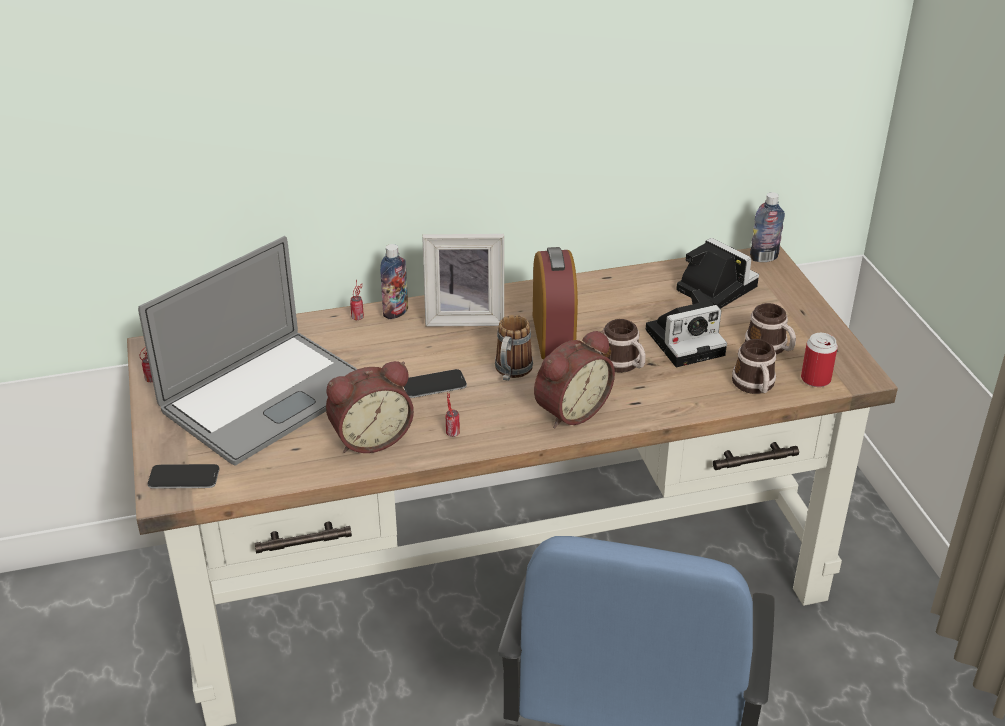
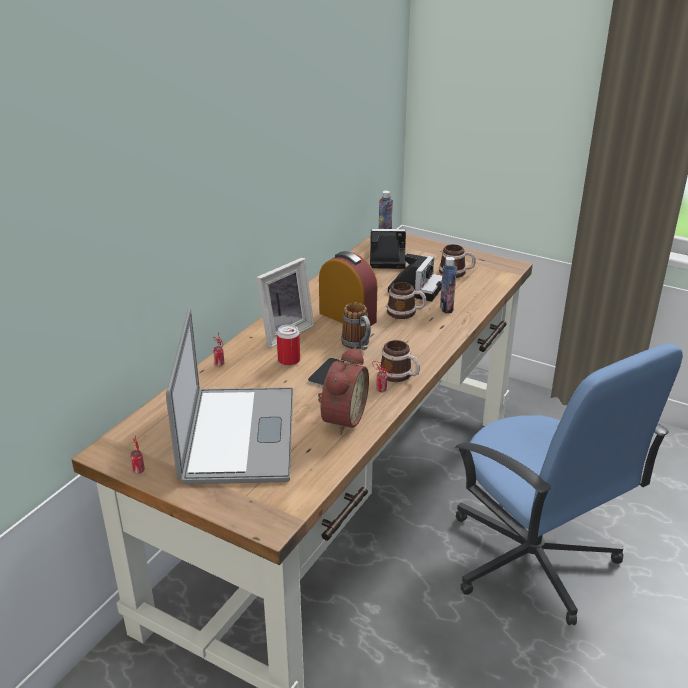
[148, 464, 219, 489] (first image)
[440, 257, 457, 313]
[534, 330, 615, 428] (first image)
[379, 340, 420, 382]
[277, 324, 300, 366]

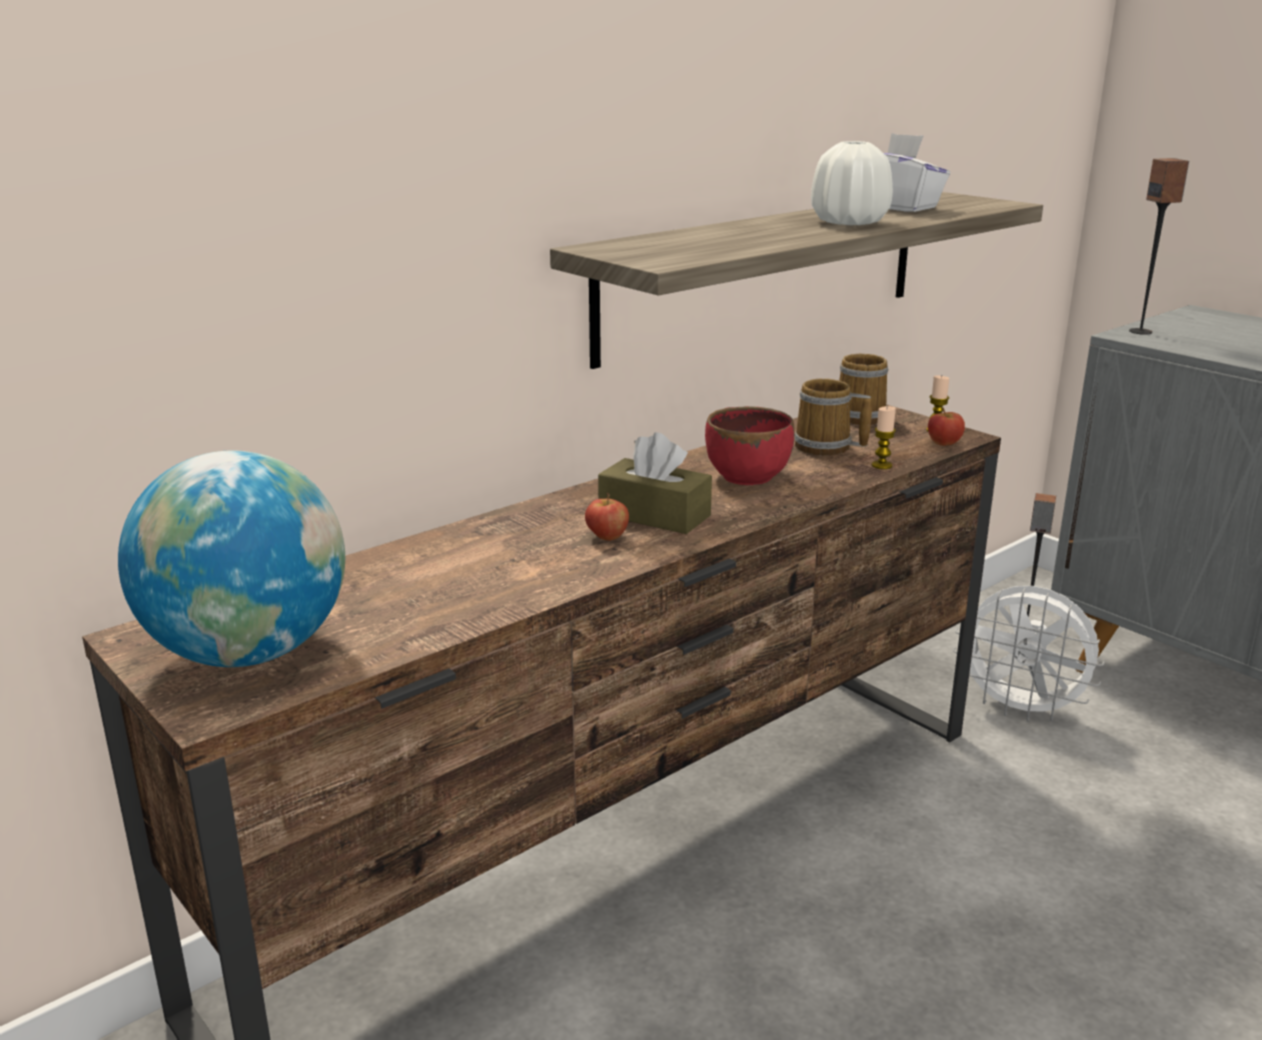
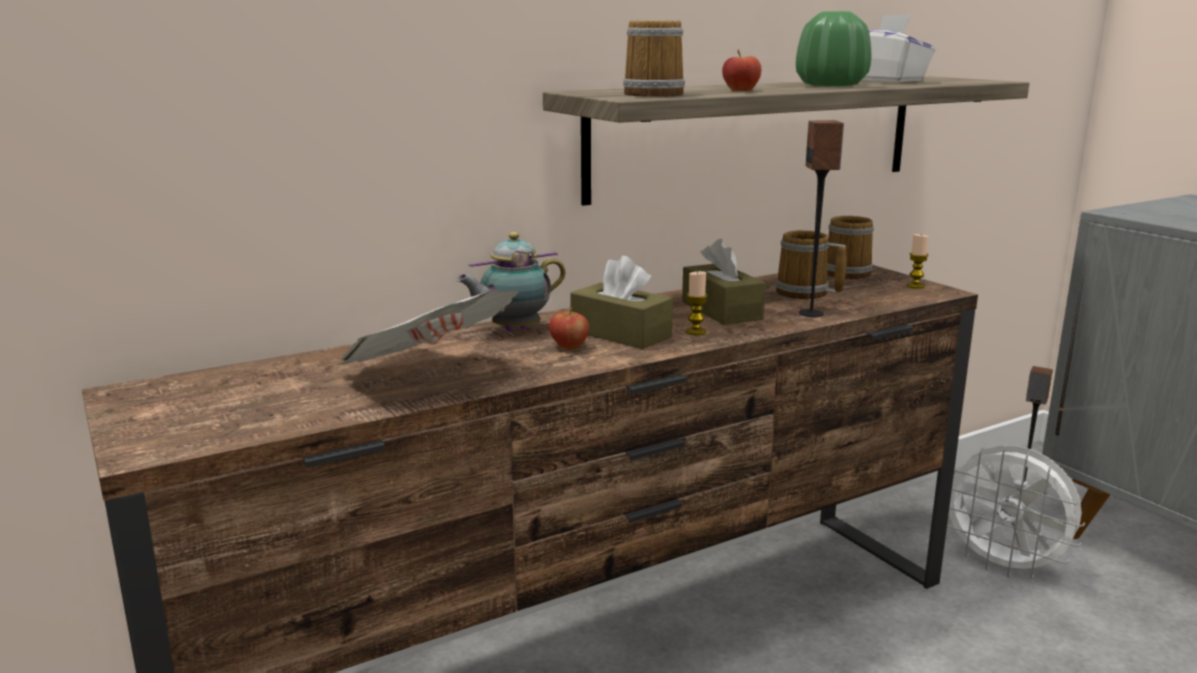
[118, 450, 345, 667] (first image)
[682, 239, 766, 325]
[796, 11, 872, 87]
[686, 271, 708, 335]
[722, 50, 761, 91]
[799, 120, 844, 317]
[338, 290, 518, 365]
[456, 232, 565, 332]
[623, 20, 685, 97]

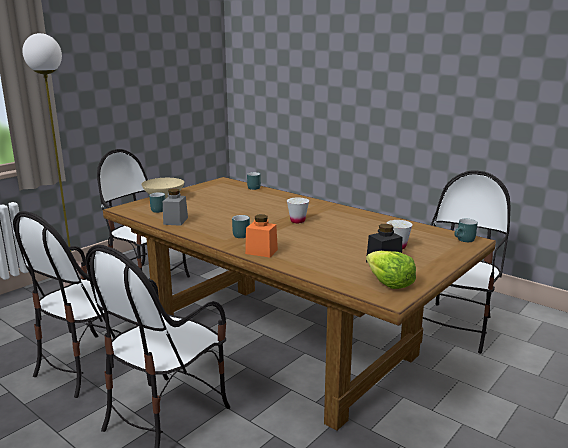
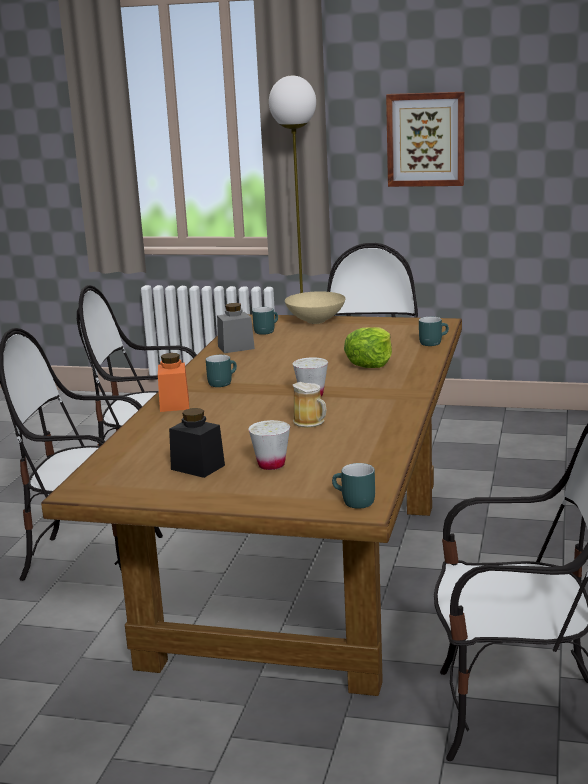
[344, 327, 392, 368]
[292, 382, 326, 428]
[386, 92, 464, 187]

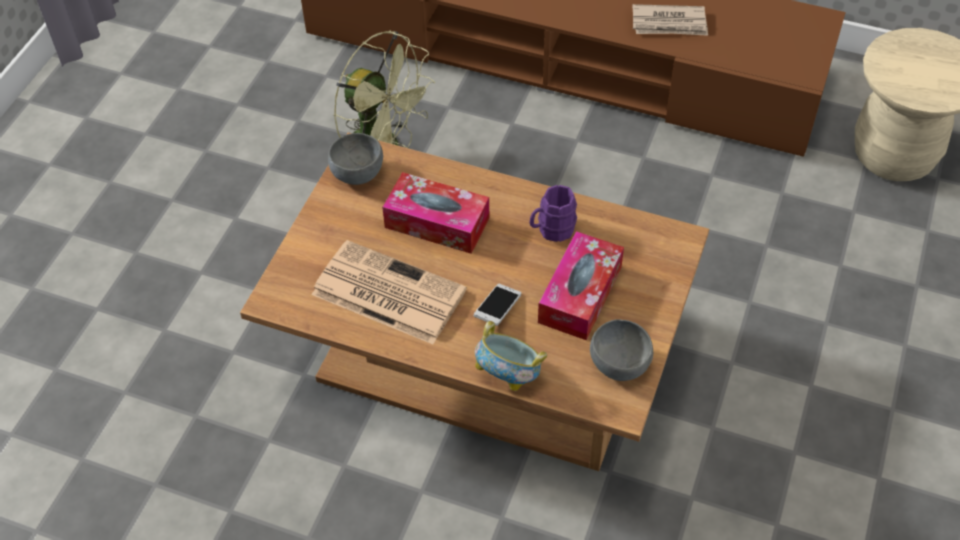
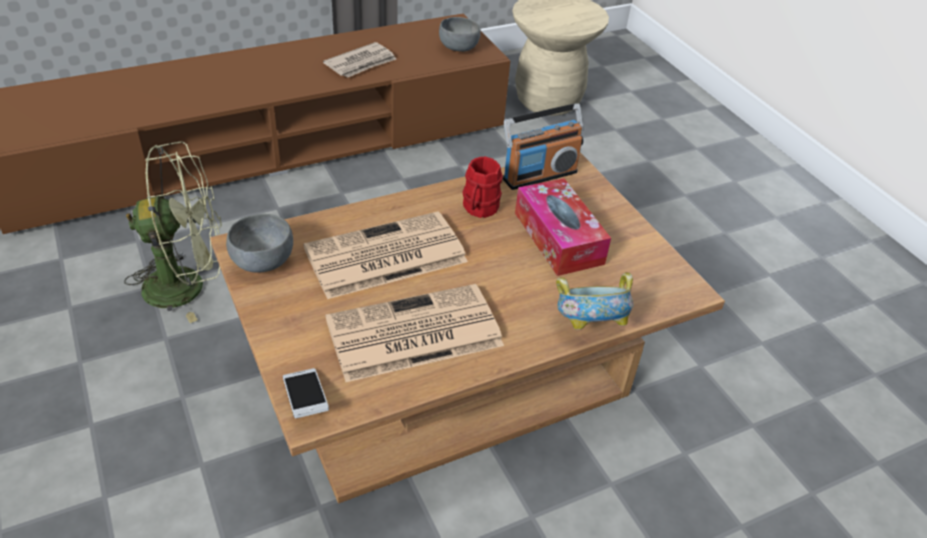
[304, 212, 468, 299]
[283, 368, 329, 419]
[463, 156, 503, 218]
[439, 17, 481, 52]
[503, 103, 584, 190]

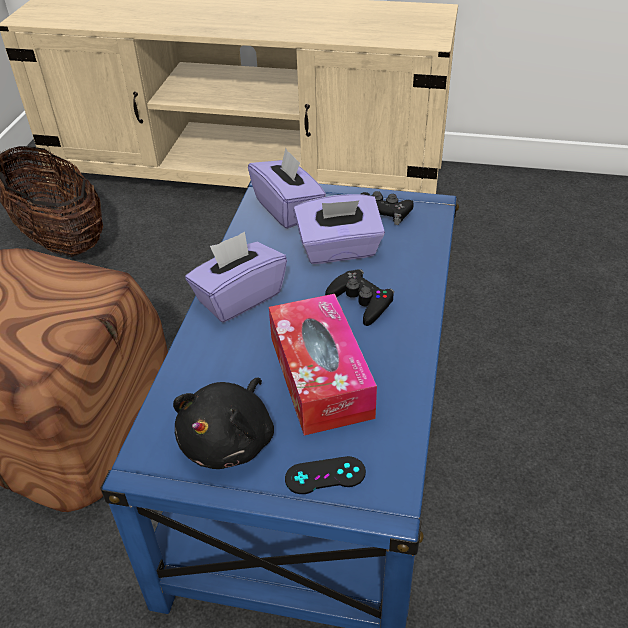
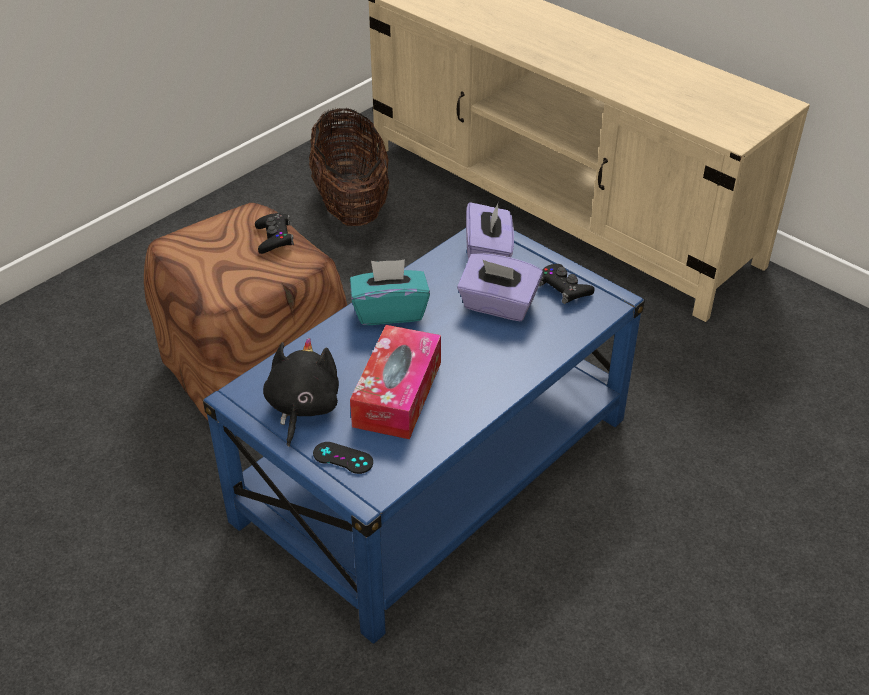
[263, 338, 339, 447]
[350, 259, 430, 325]
[255, 213, 294, 254]

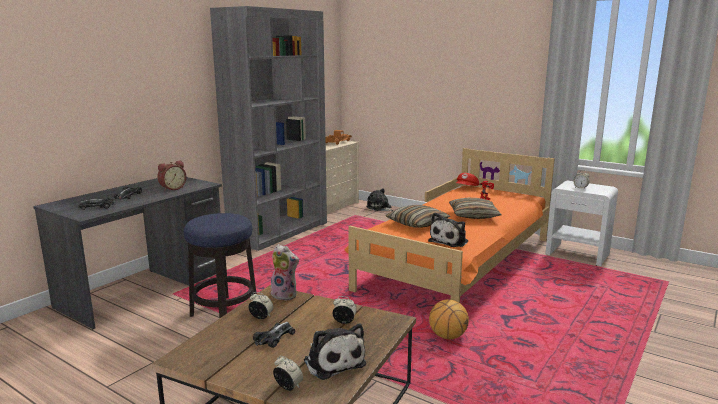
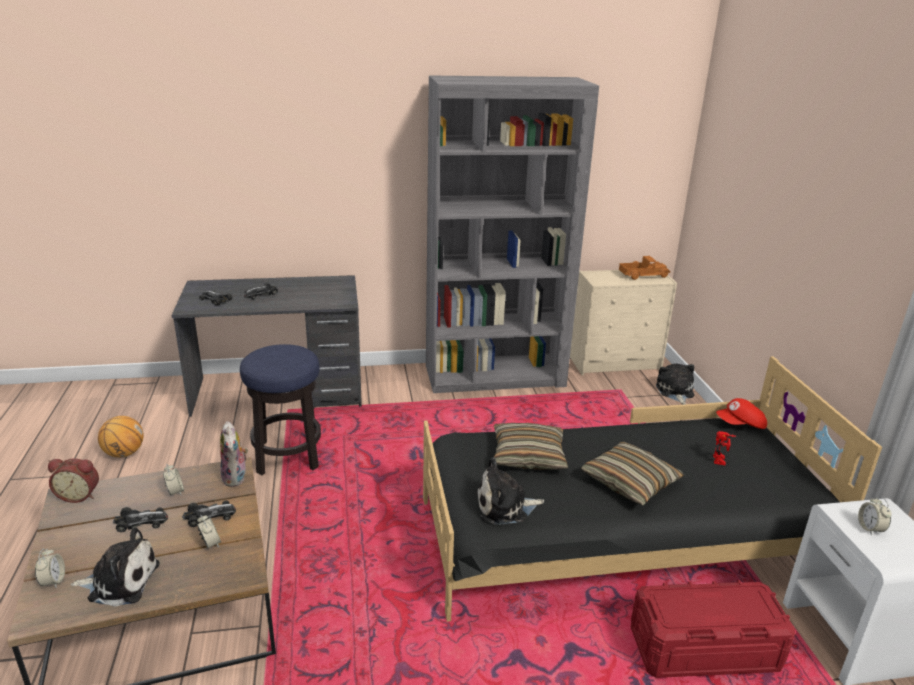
[48, 459, 99, 503]
[70, 527, 160, 607]
[423, 356, 882, 622]
[98, 416, 144, 458]
[182, 501, 236, 527]
[631, 580, 795, 678]

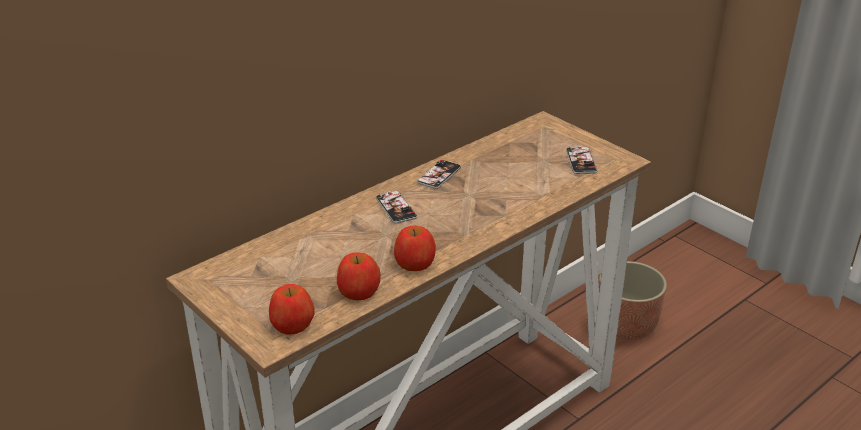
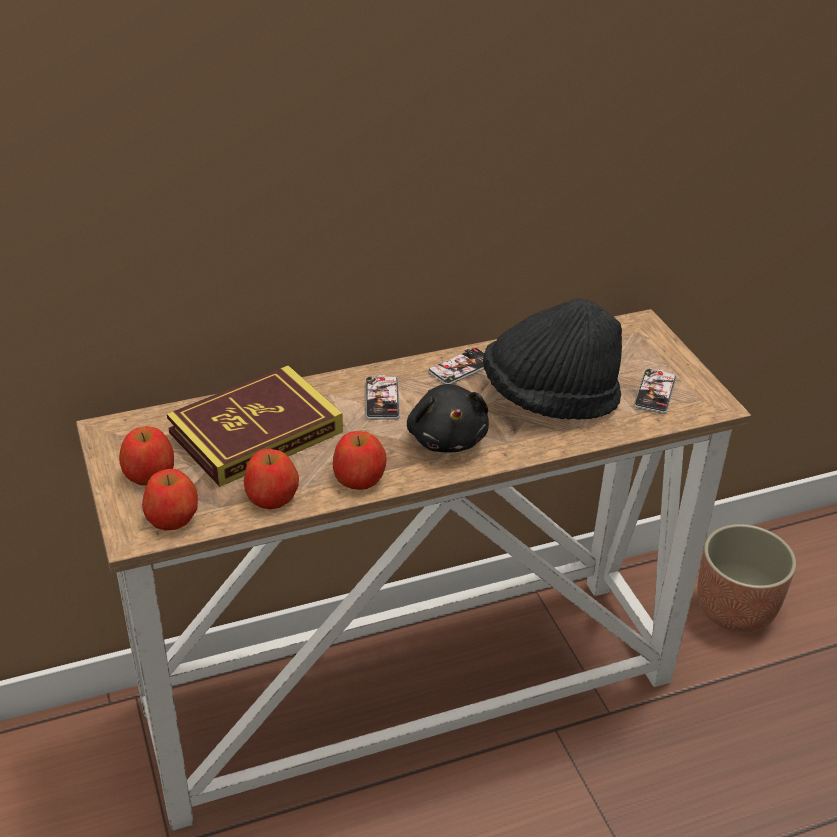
[119, 426, 174, 485]
[167, 365, 343, 487]
[407, 384, 489, 452]
[483, 298, 622, 420]

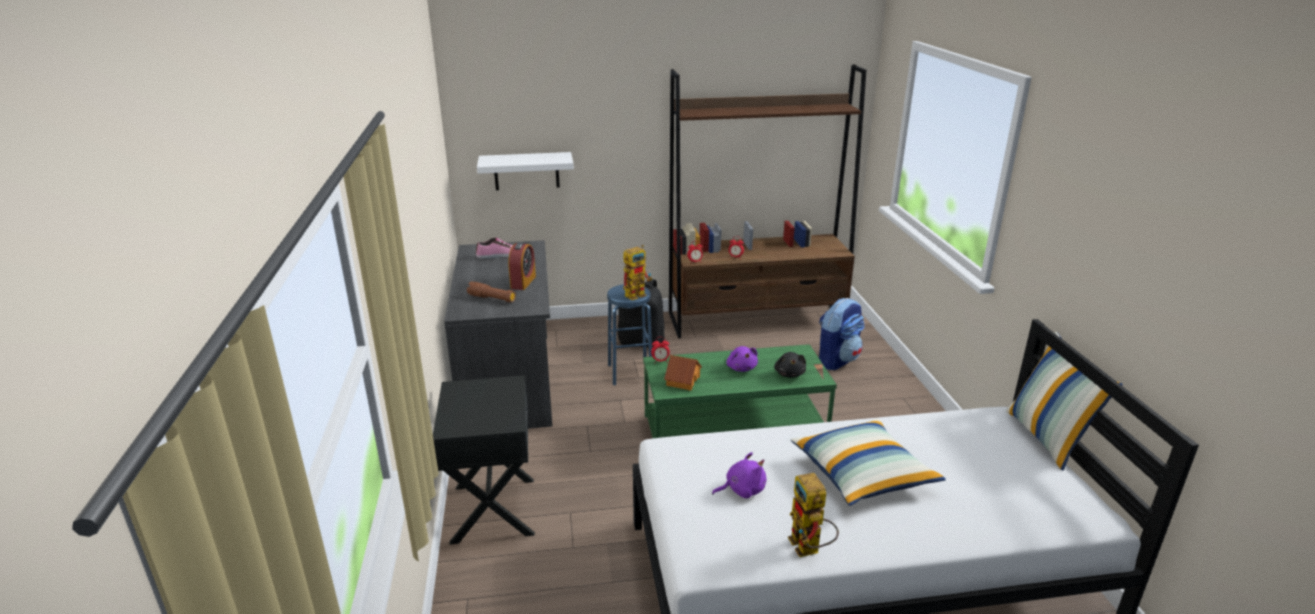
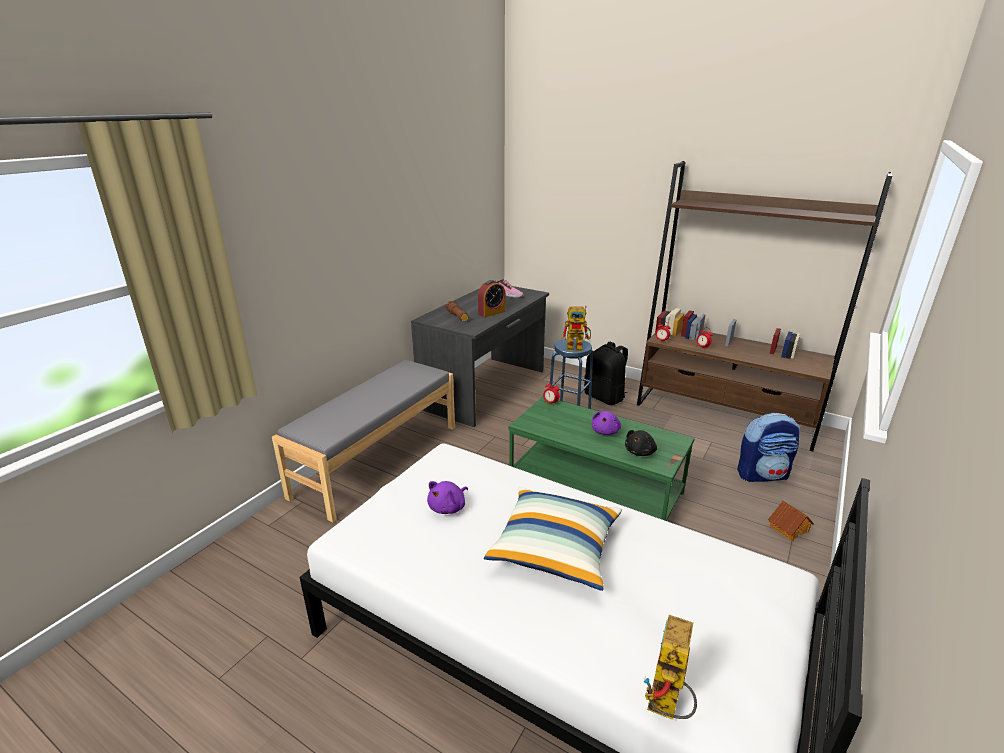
[272, 360, 455, 522]
[477, 152, 574, 190] (first image)
[768, 500, 814, 541]
[427, 481, 468, 514]
[644, 615, 697, 720]
[1006, 332, 1123, 470] (first image)

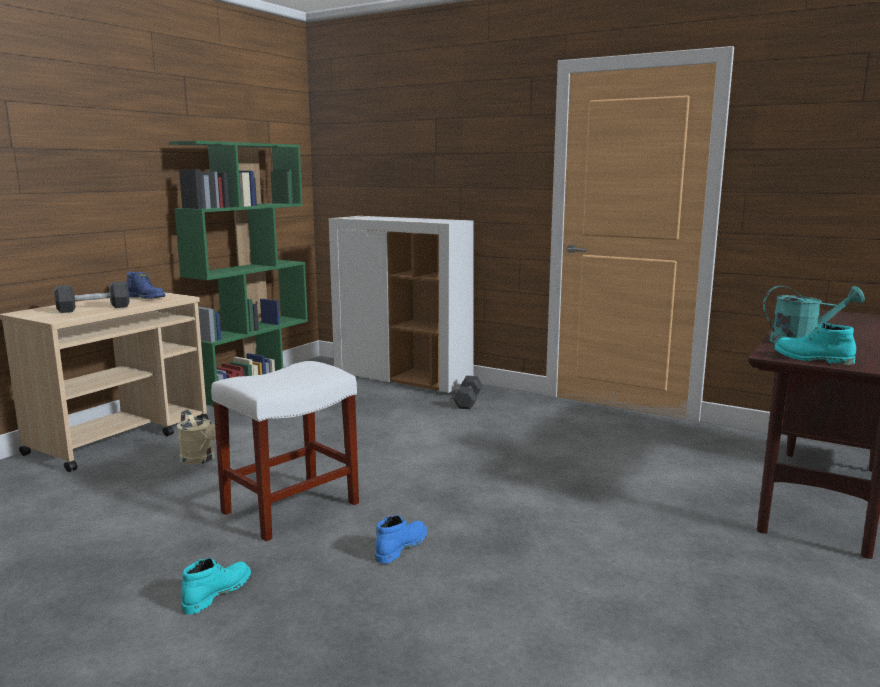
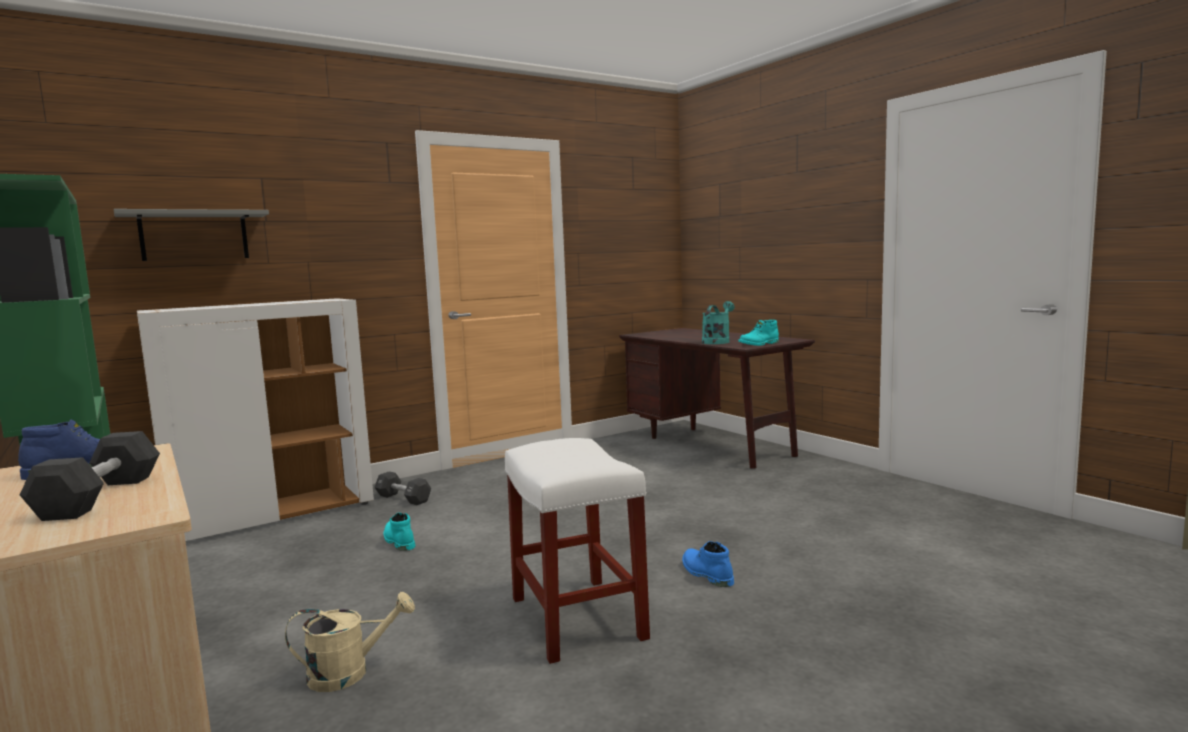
[384, 513, 416, 551]
[113, 209, 269, 261]

